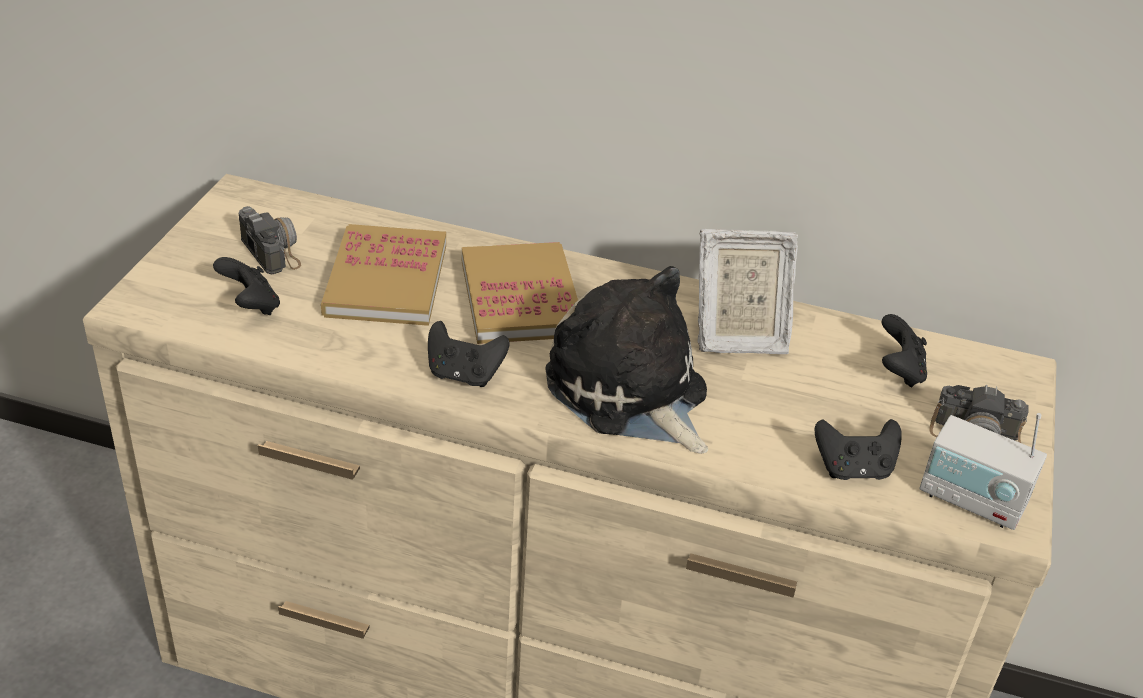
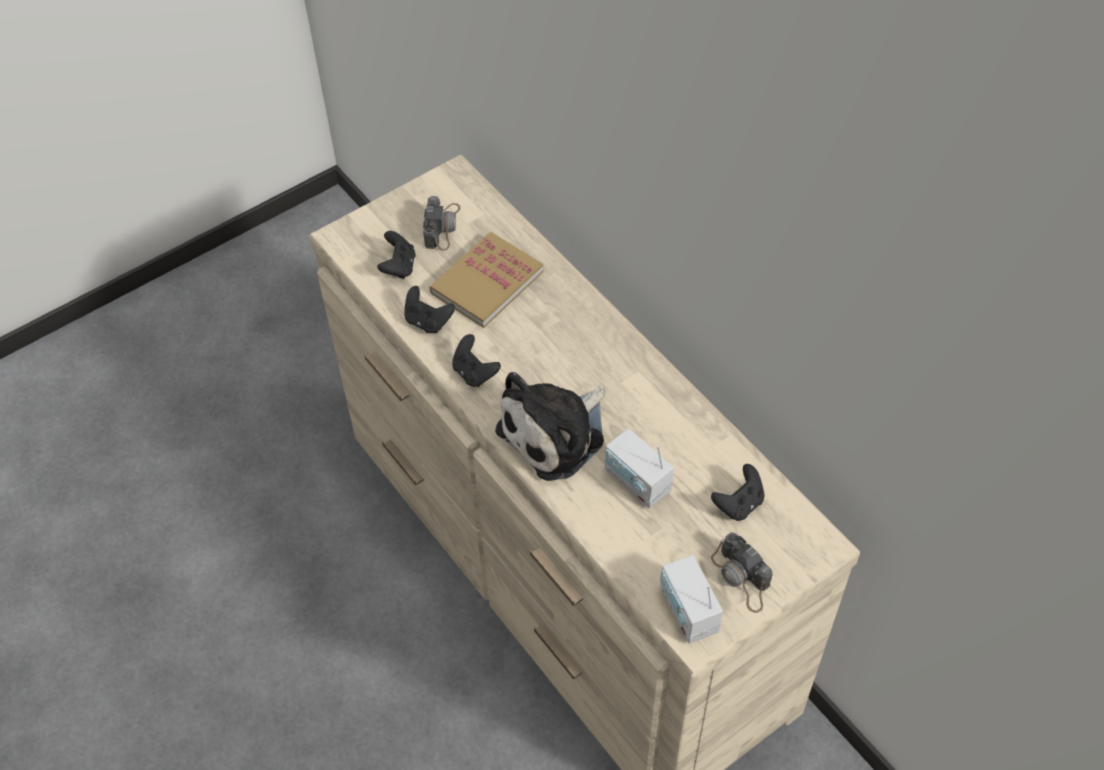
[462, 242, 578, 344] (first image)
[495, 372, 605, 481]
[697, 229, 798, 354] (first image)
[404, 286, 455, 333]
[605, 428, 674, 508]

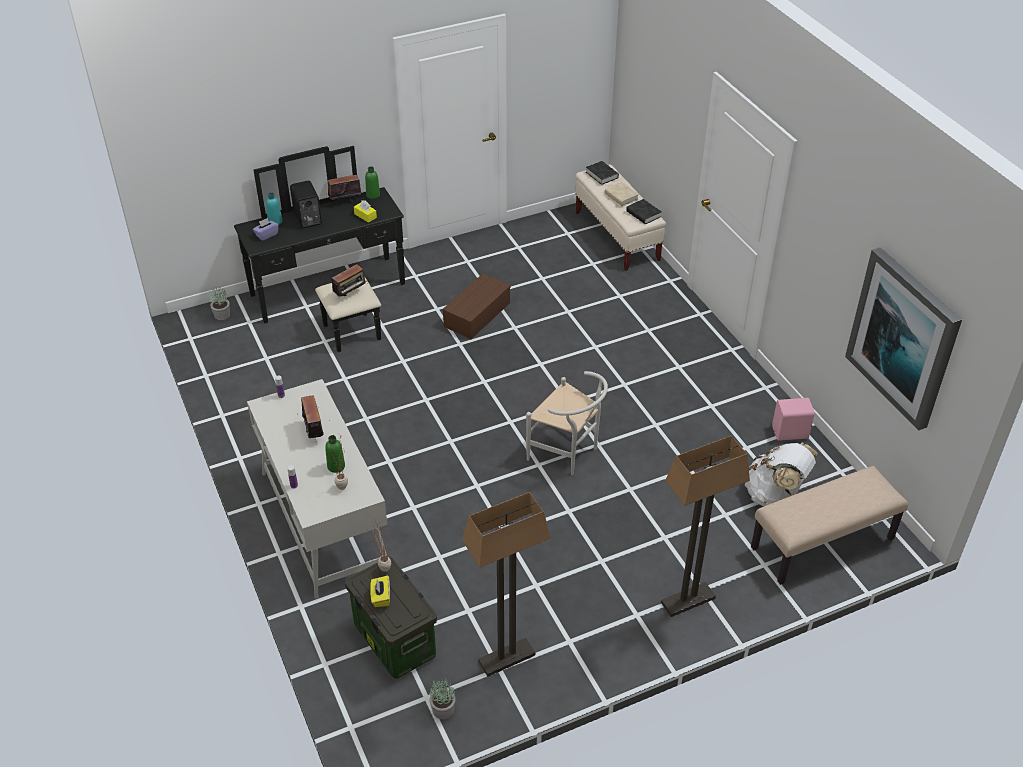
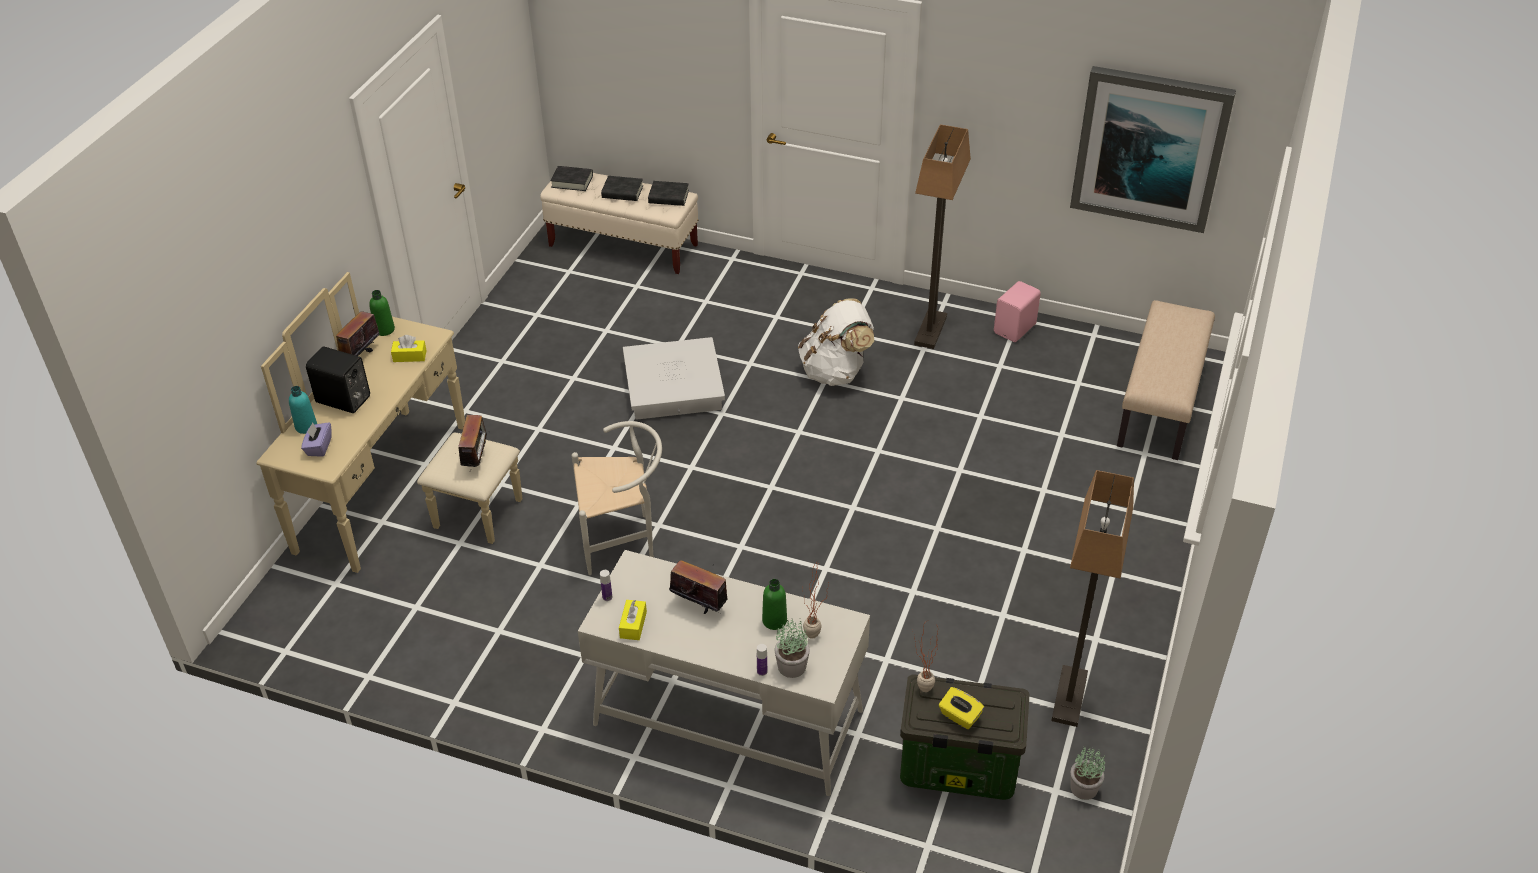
[775, 619, 810, 678]
[257, 272, 522, 573]
[442, 274, 511, 339] (first image)
[572, 421, 662, 575]
[601, 176, 643, 201]
[914, 124, 971, 349]
[798, 299, 874, 386]
[619, 600, 647, 640]
[623, 337, 725, 420]

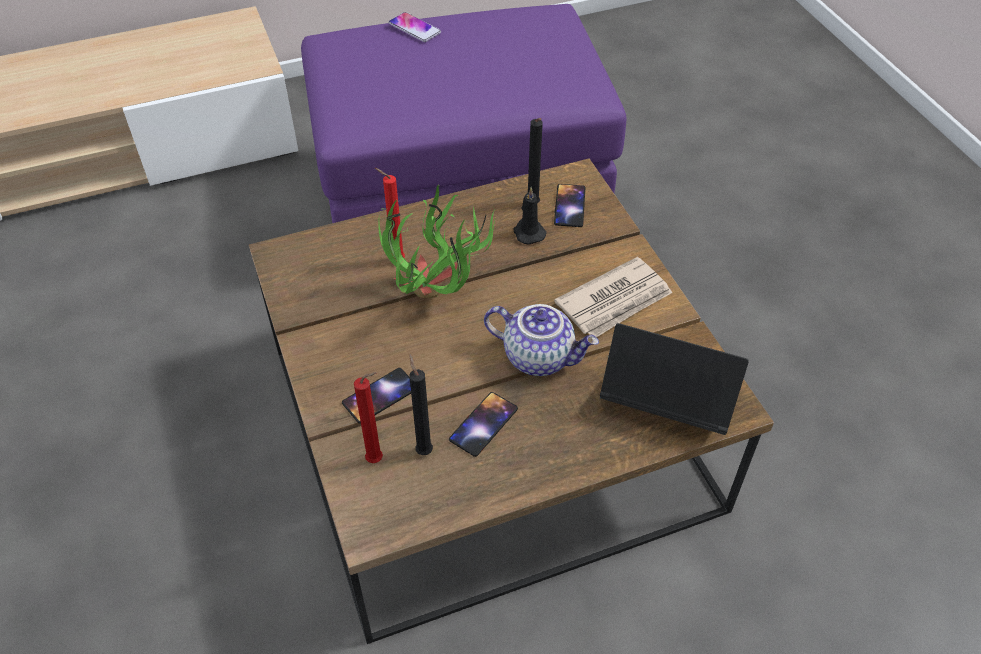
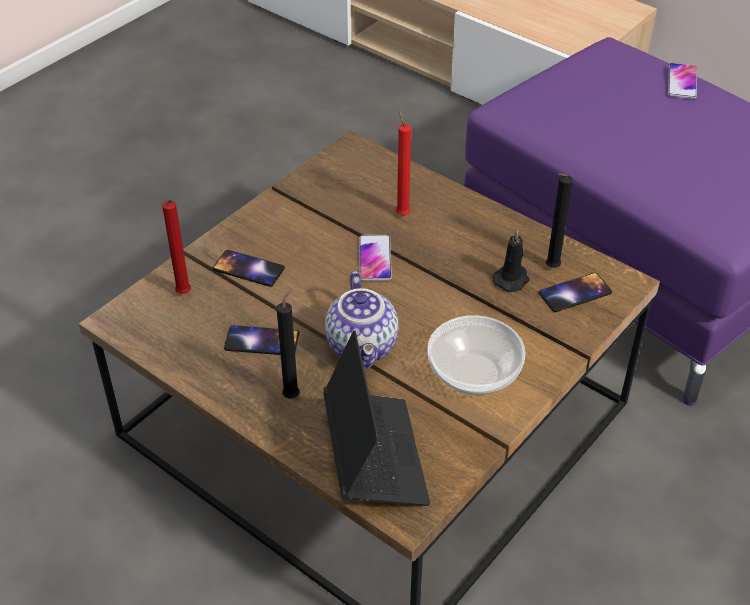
[359, 235, 392, 281]
[277, 288, 300, 399]
[427, 315, 526, 395]

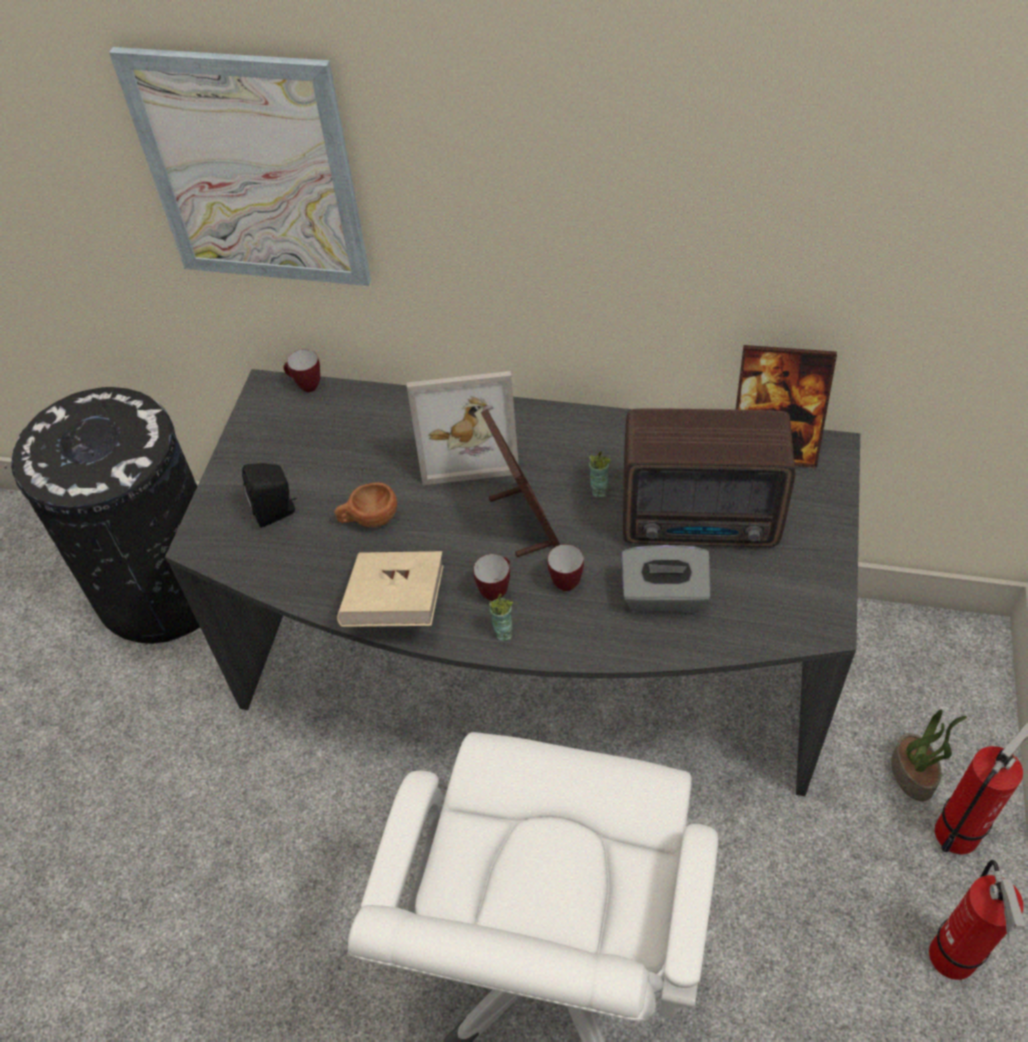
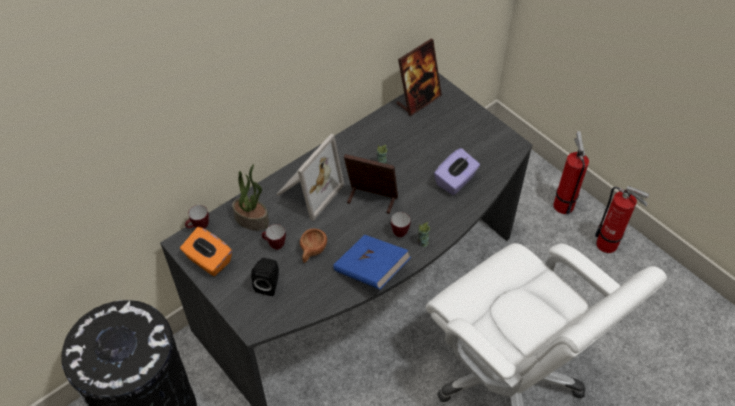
[109, 47, 371, 286] (first image)
[333, 235, 411, 289]
[262, 224, 286, 250]
[434, 148, 480, 195]
[623, 408, 795, 547] (first image)
[232, 164, 269, 231]
[180, 227, 232, 276]

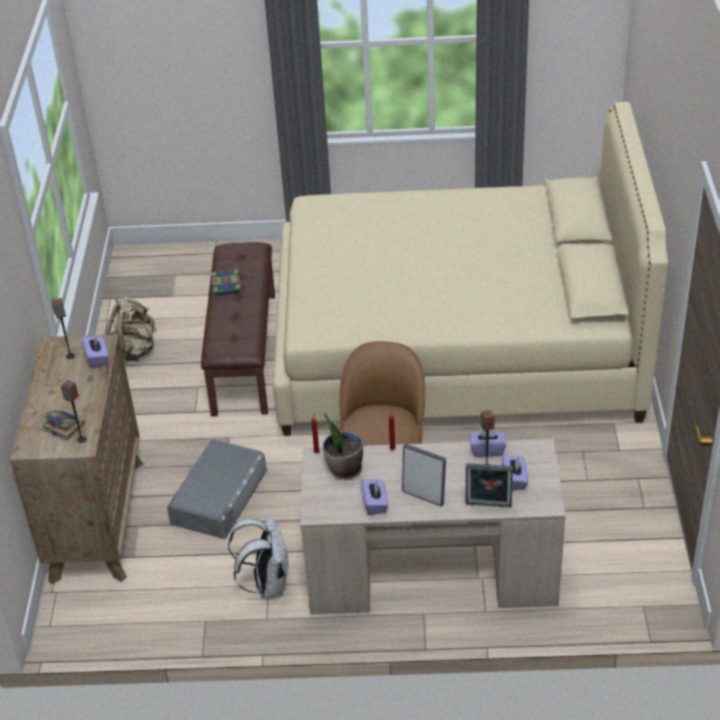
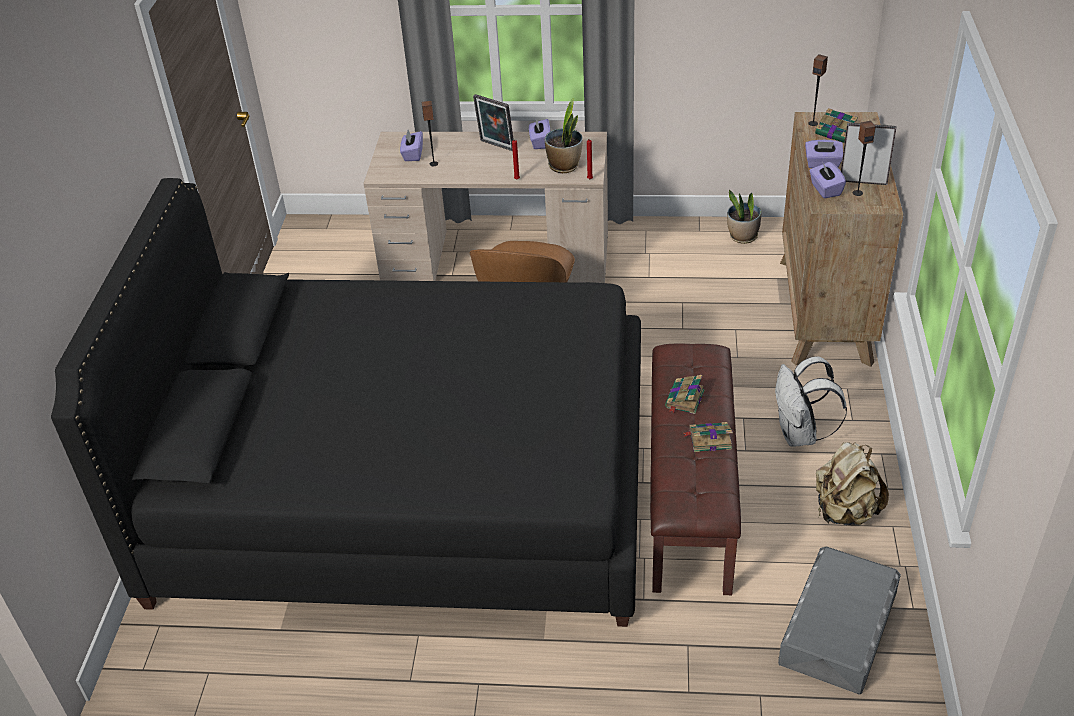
[778, 547, 901, 695]
[775, 356, 847, 447]
[51, 178, 641, 627]
[841, 123, 896, 185]
[805, 140, 843, 168]
[665, 375, 705, 414]
[727, 190, 761, 244]

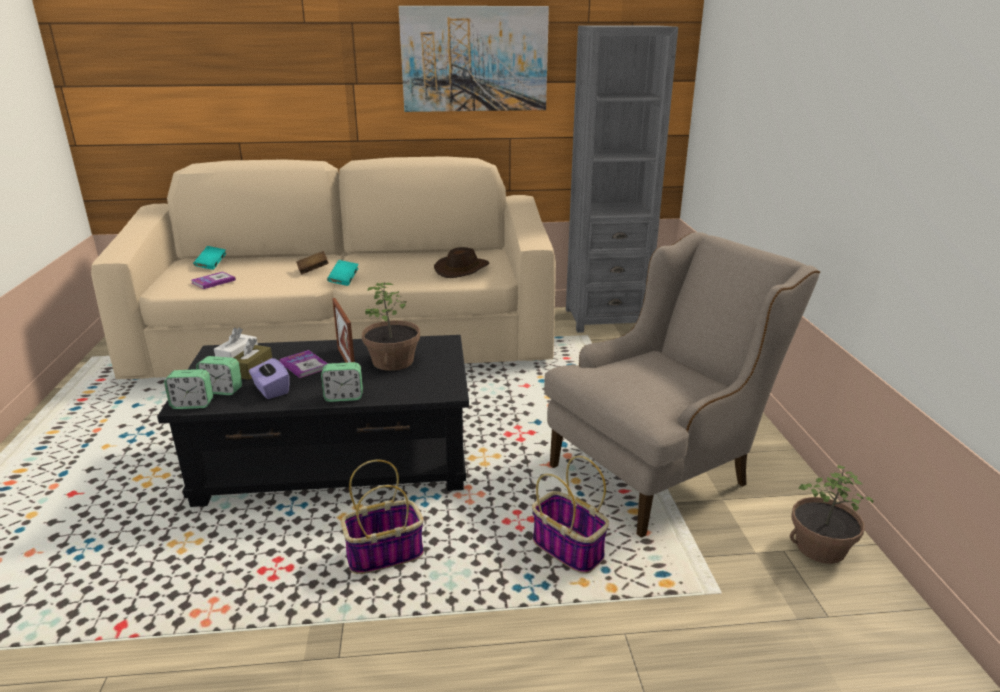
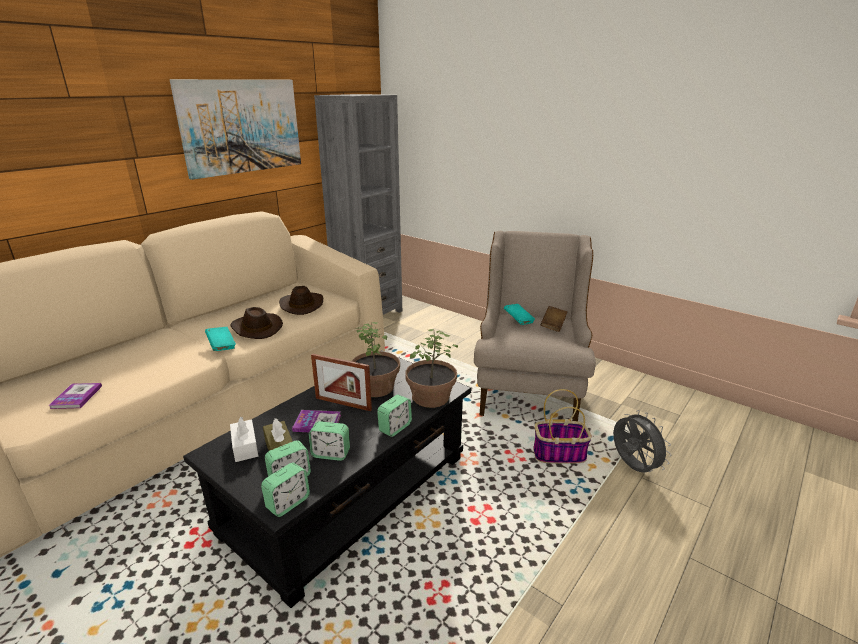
[504, 304, 535, 325]
[309, 421, 350, 461]
[541, 306, 567, 332]
[341, 460, 424, 574] (first image)
[406, 329, 458, 408]
[230, 307, 283, 339]
[613, 410, 672, 473]

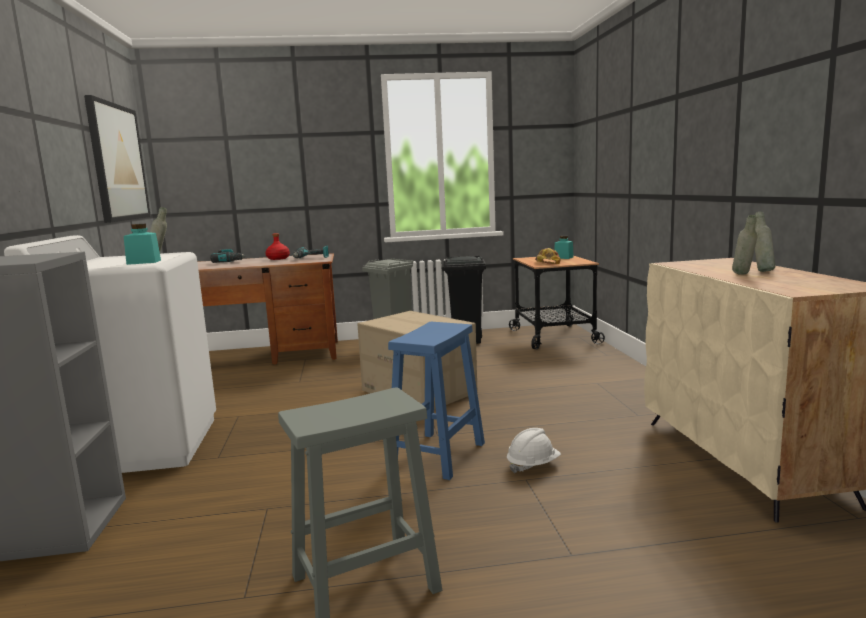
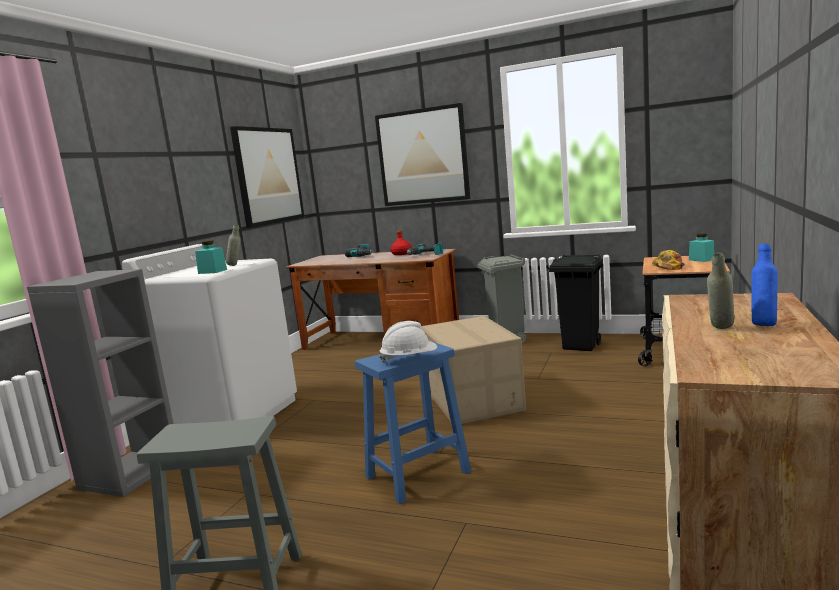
[379, 321, 437, 363]
[752, 243, 778, 326]
[375, 103, 470, 206]

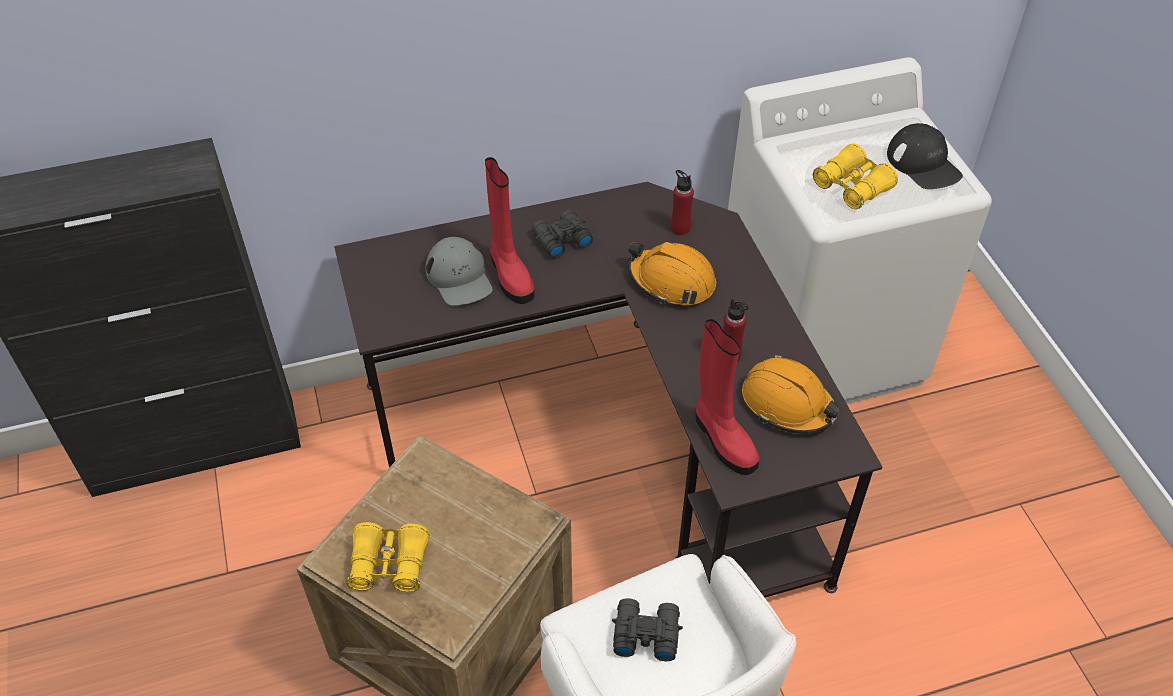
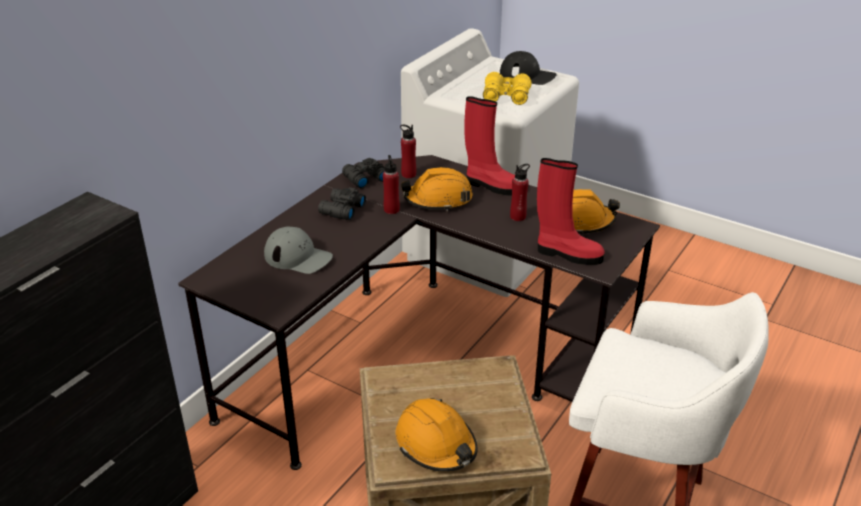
[395, 398, 478, 472]
[464, 96, 515, 196]
[342, 158, 385, 189]
[383, 155, 400, 214]

